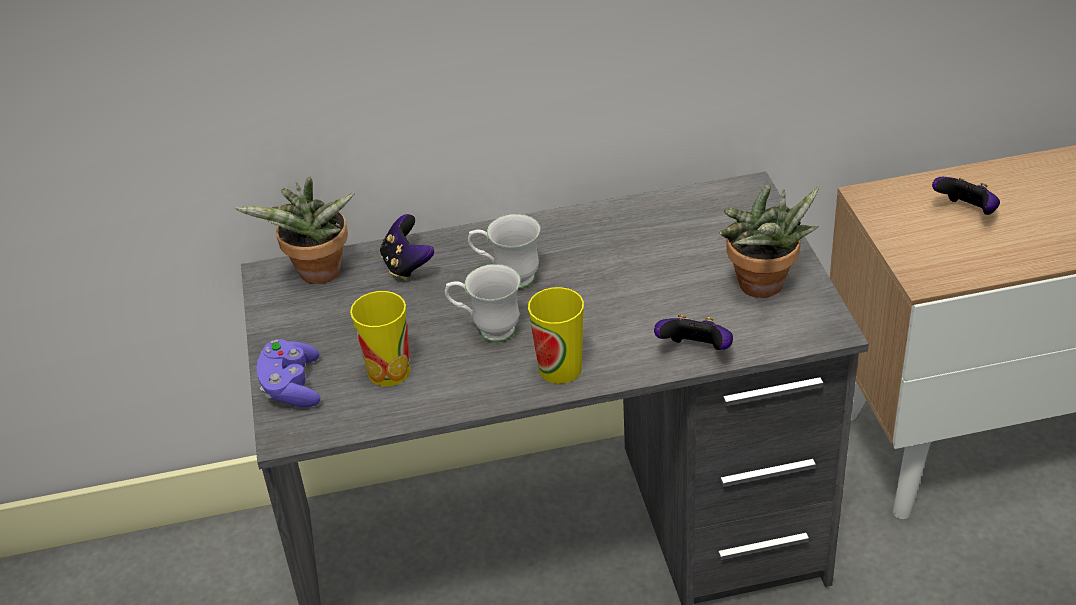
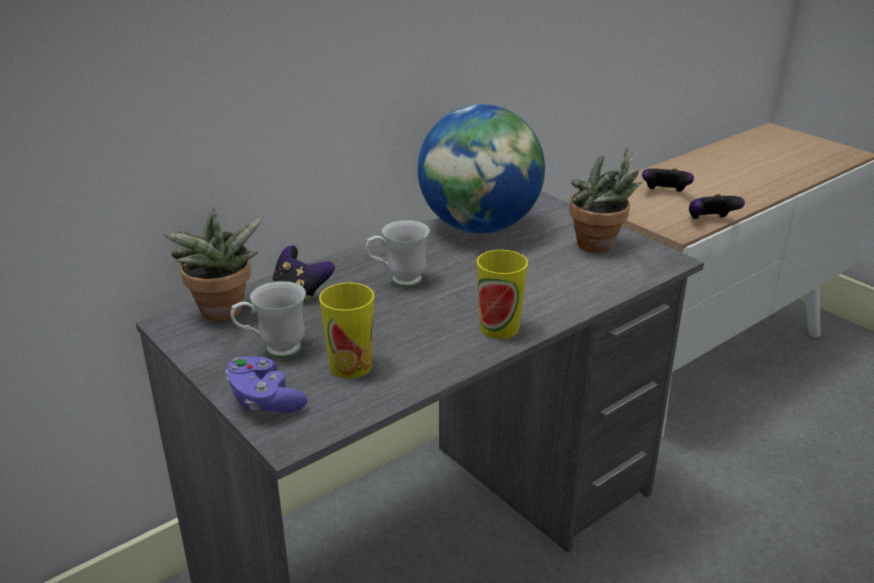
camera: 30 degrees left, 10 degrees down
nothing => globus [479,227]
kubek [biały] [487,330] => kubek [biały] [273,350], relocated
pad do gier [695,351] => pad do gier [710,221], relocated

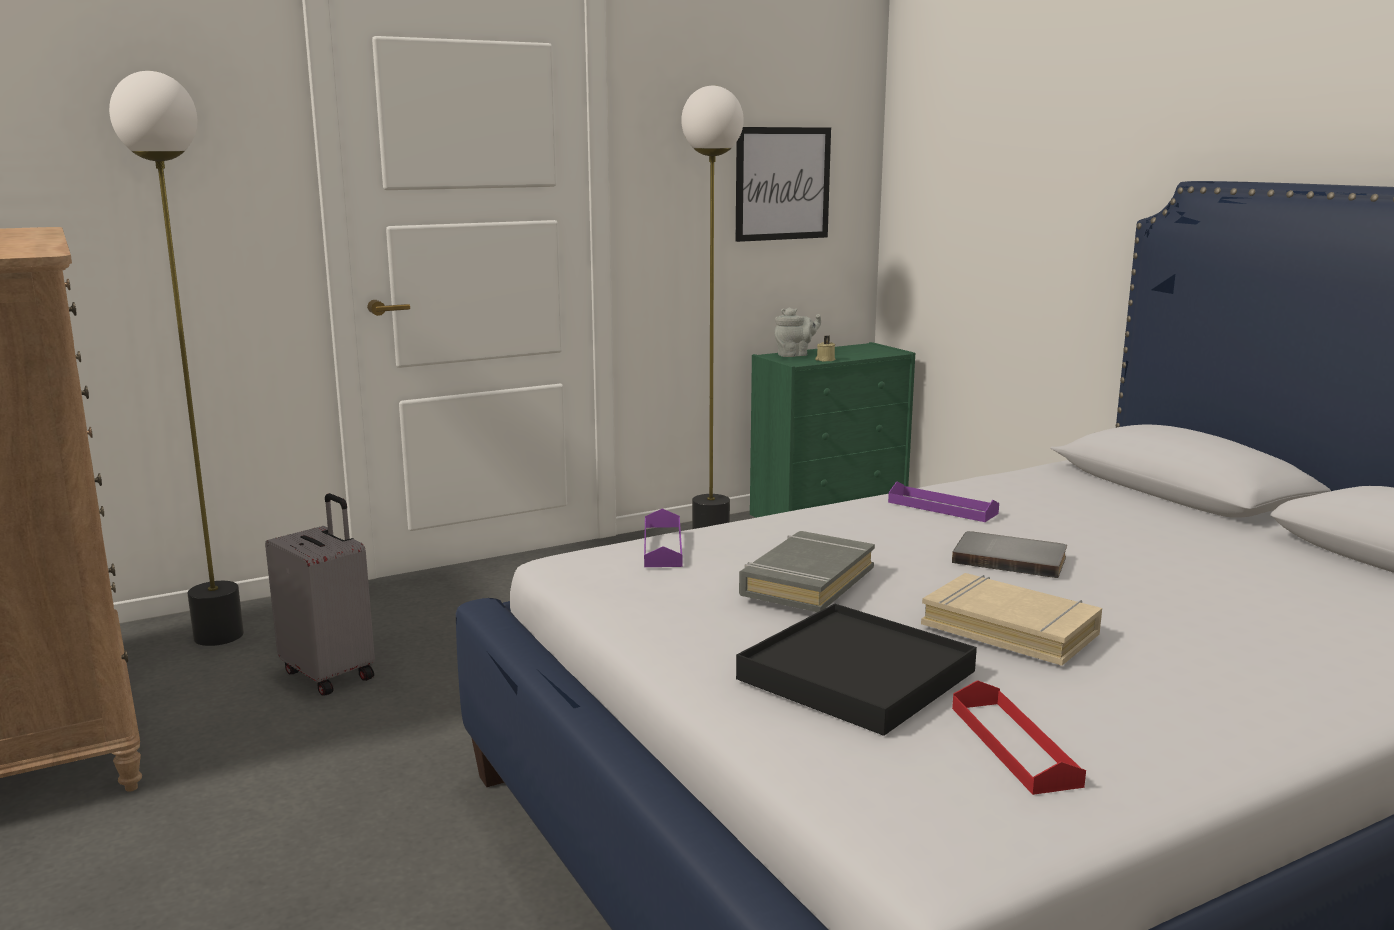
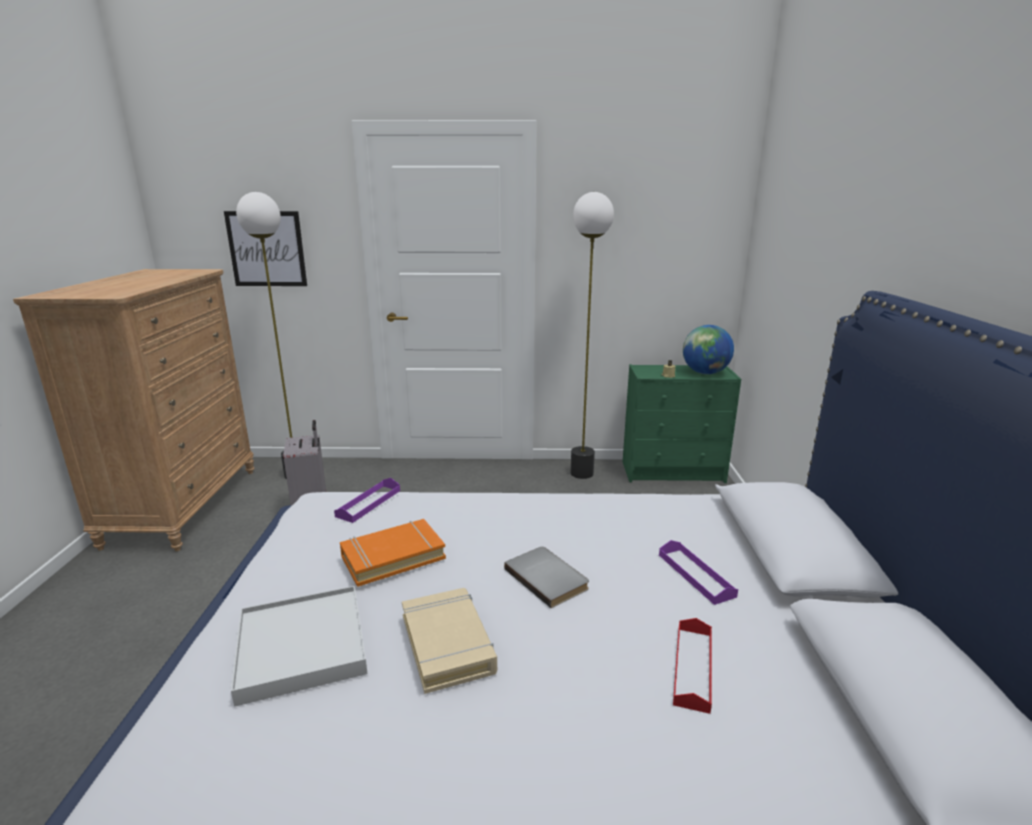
camera: 30 degrees right, 5 degrees up
imbryk [szary] [795,355] => nothing
nothing => globus [705,373]
obraz [782,184] => obraz [266,249], relocated
taca [fioletowy] [942,508] => taca [fioletowy] [695,575], relocated
taca [czerwony] [1014,745] => taca [czerwony] [693,667], relocated
taca [czarny] [857,675] => taca [biały] [302,647]
książka [szary] [807,581] => książka [pomarańczowy] [393,557]

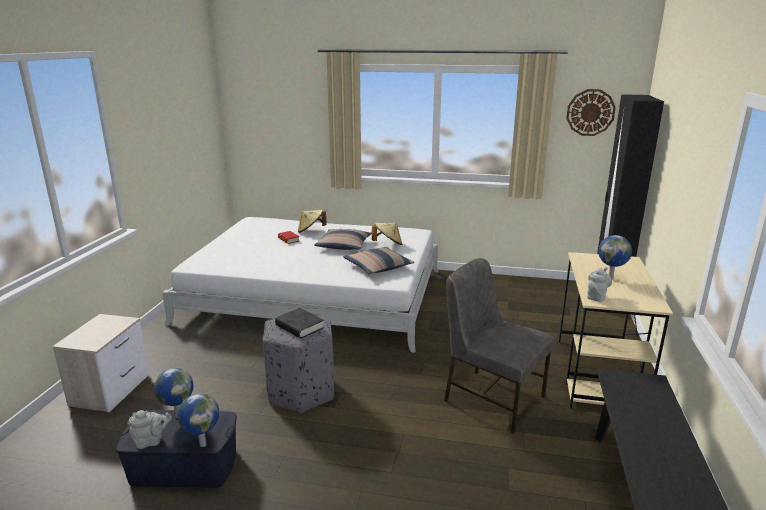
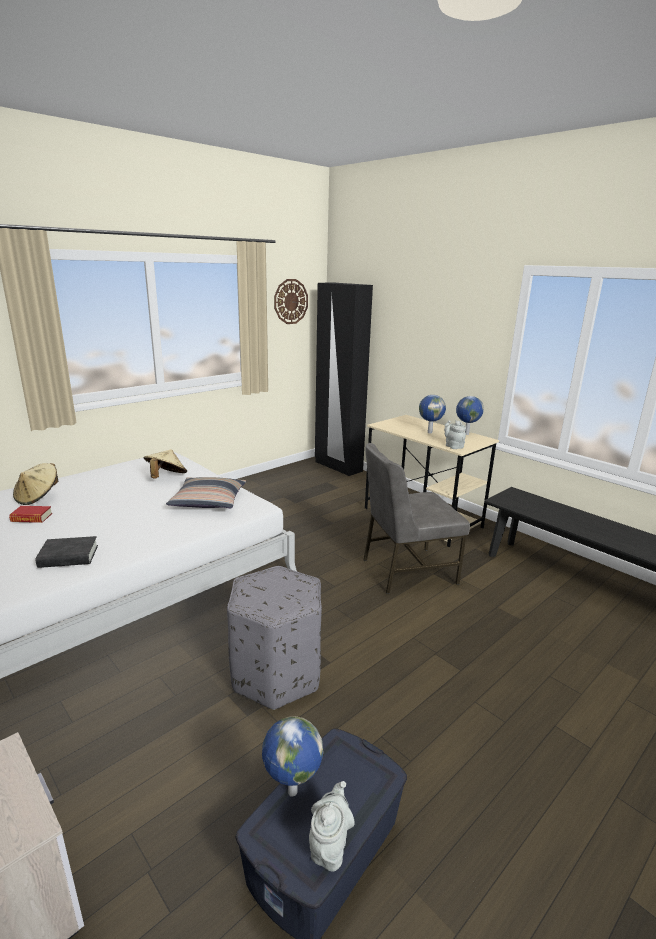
camera: 55 degrees left, 0 degrees up
poduszka [343,246] => nothing
globus [203,444] => globus [466,434], relocated
książka [czarny] [299,327] => książka [czarny] [68,557], relocated

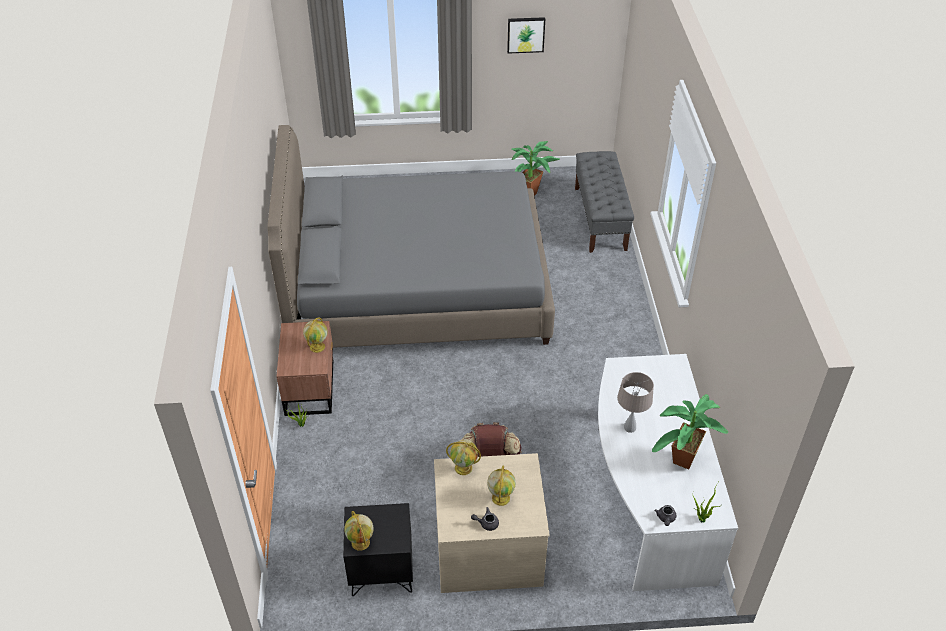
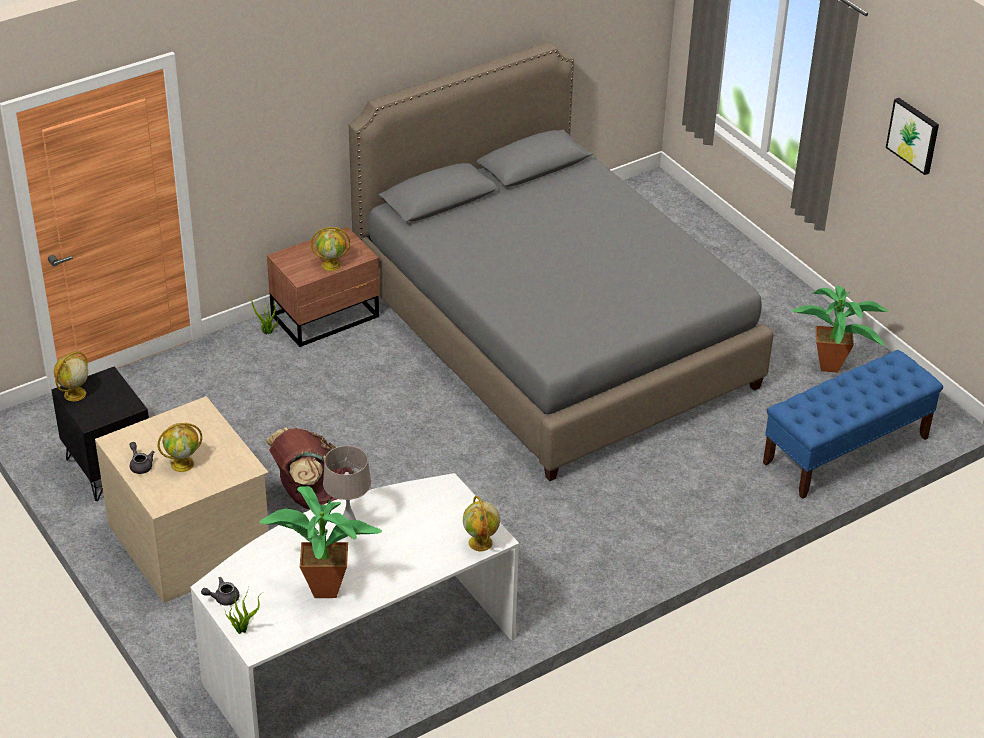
camera: 60 degrees right, 5 degrees down
globus [464,468] => globus [481,543], relocated
ławka [szary] [600,218] => ławka [niebieski] [845,451]

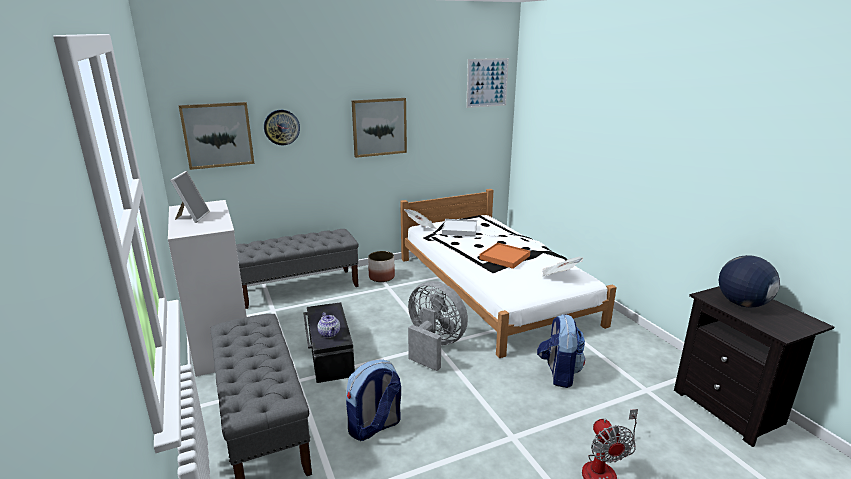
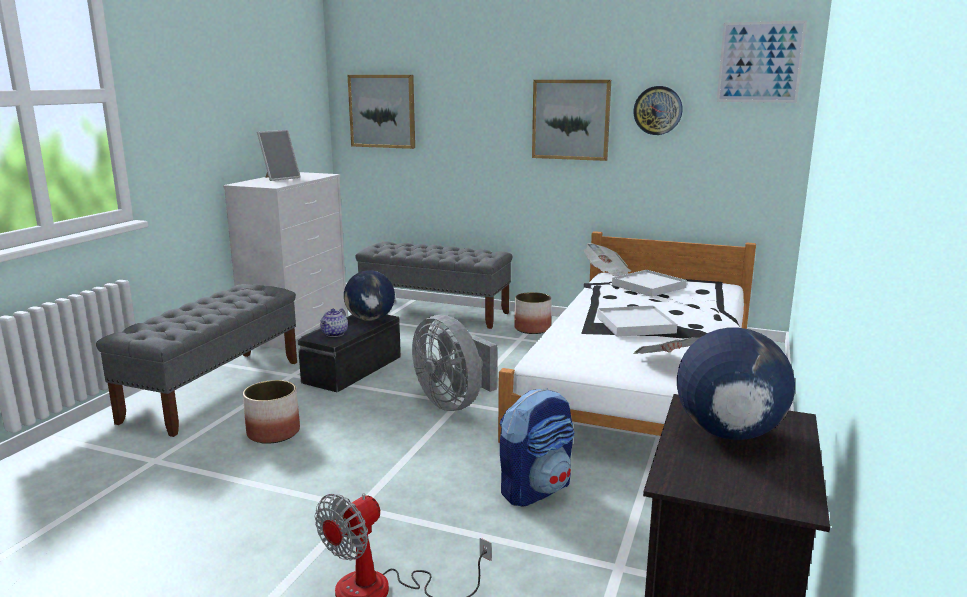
camera: 45 degrees right, 5 degrees down
nothing => globus [370,319]
zegar ścienny [281,127] => zegar ścienny [658,110], relocated
plecak [374,427] => donica [273,433]
taca [pomarańczowy] [504,257] => taca [biały] [635,324]
wentylator [szary] [434,346] => wentylator [szary] [454,402], 150 degrees clockwise

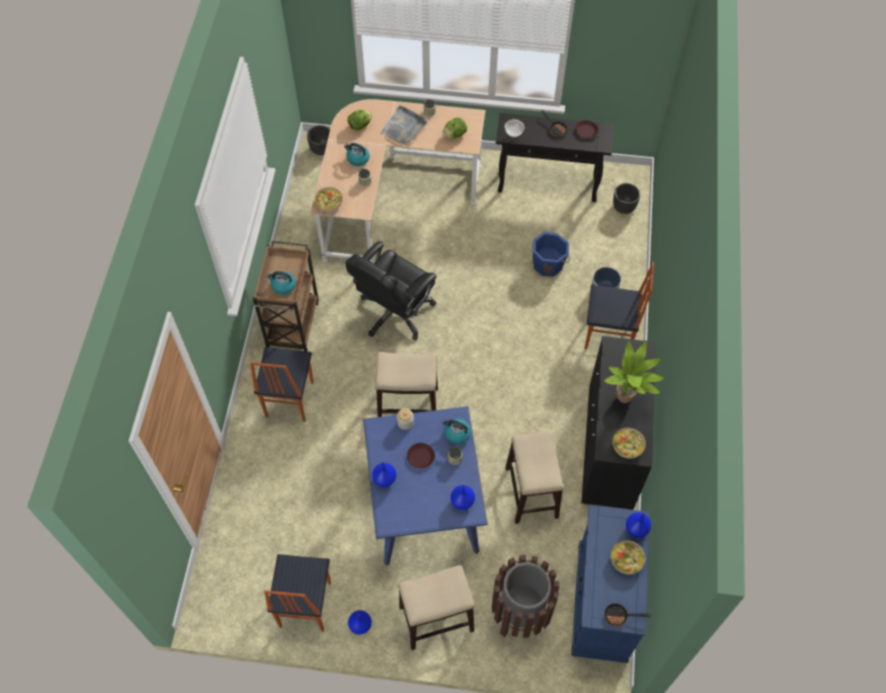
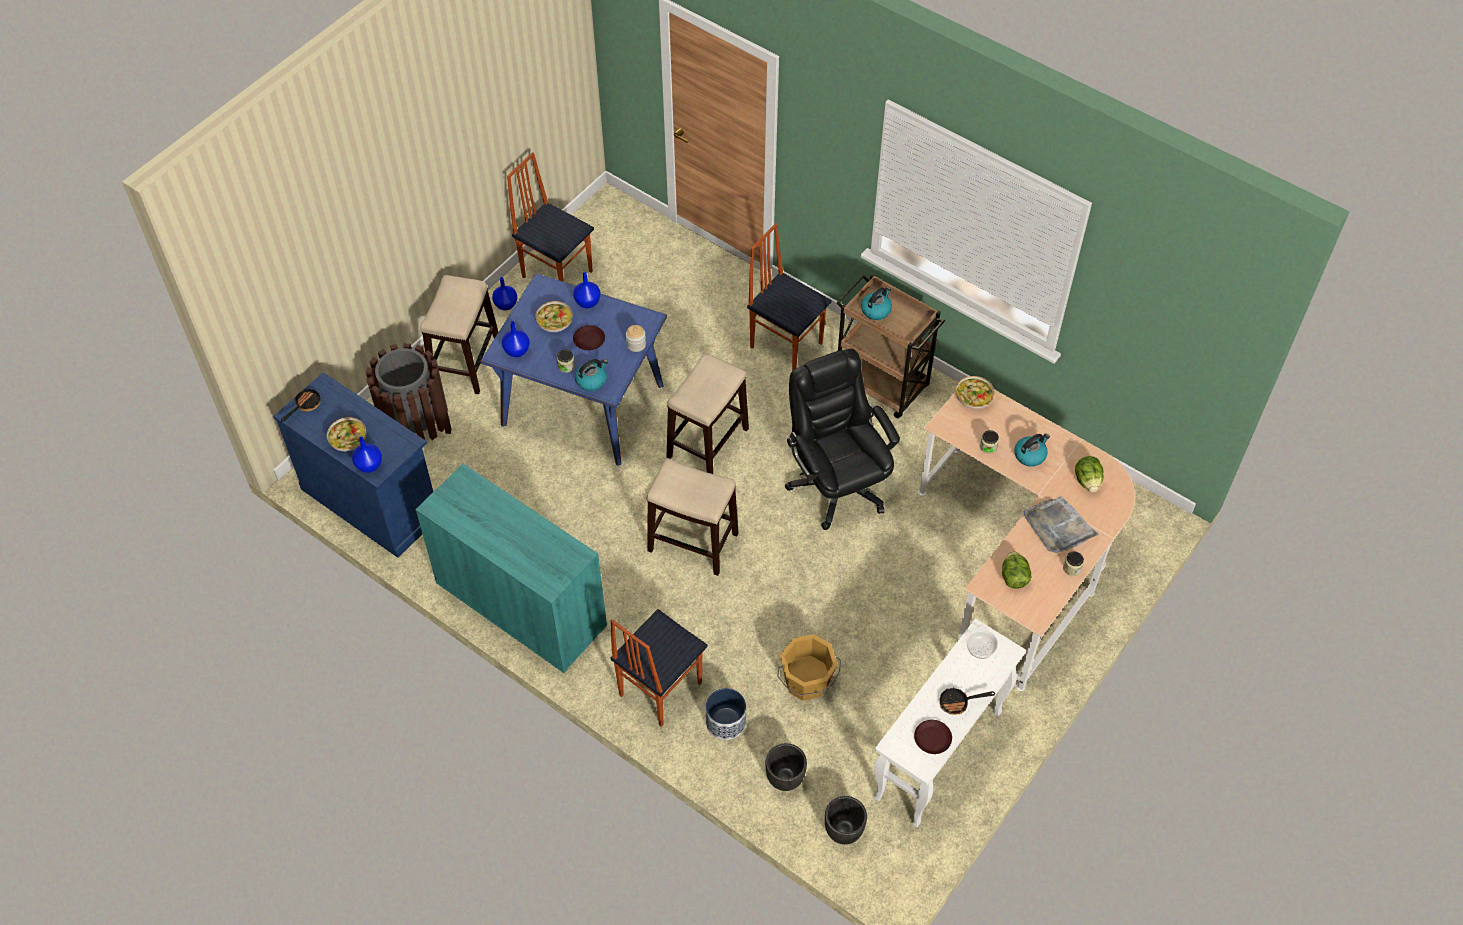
camera: 120 degrees right, 5 degrees down
roślina doniczkowa [626,398] => nothing
donica [czarny] [321,149] => donica [czarny] [785,778], relocated
stołek [531,493] => stołek [692,542], relocated
miska [627,446] => miska [555,322], relocated
stolik konsolowy [czarny] [548,185] => stolik konsolowy [biały] [938,756]
wiadro [niebieski] [548,264] => wiadro [pomarańczowy] [806,682]
szafka [czarny] [610,447] => szafka [turkusowy] [521,605]

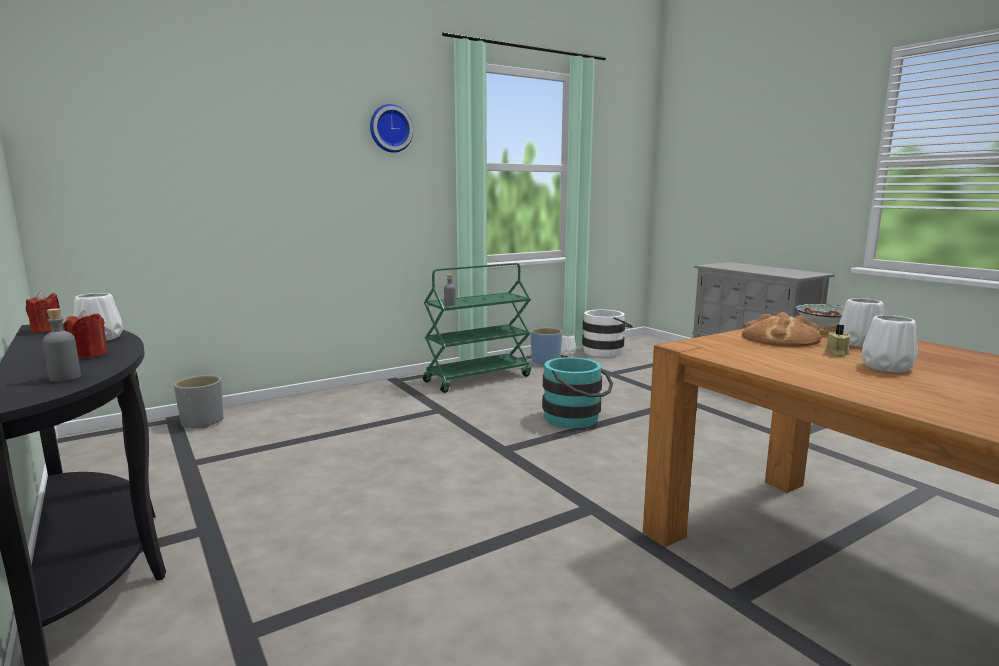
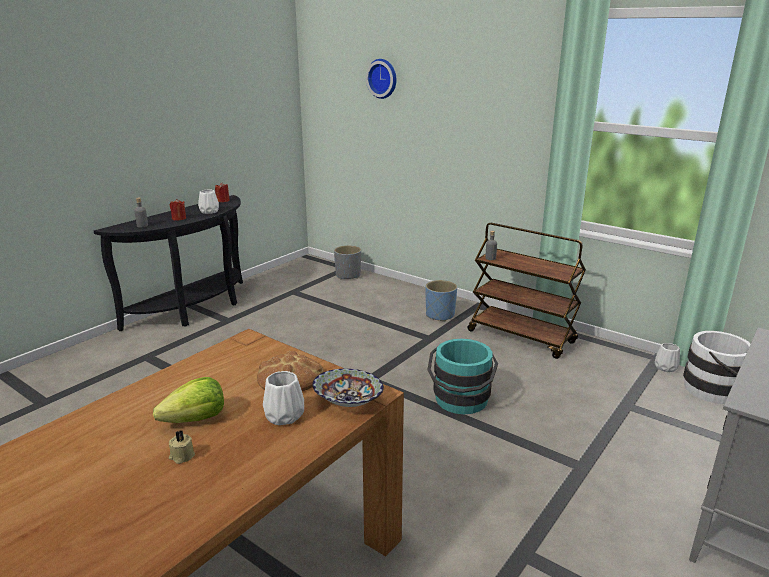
camera: 70 degrees right, 10 degrees up
zegar ścienny [390,128] => zegar ścienny [383,78], relocated
donica [niebieski] [546,362] => donica [niebieski] [440,315], relocated
świeca [beżowy] [836,353] => świeca [beżowy] [181,456], relocated
wazon [biały] [887,367] => sałata [196,419]
wózek [zielony] [478,378] => wózek [brązowy] [522,337]

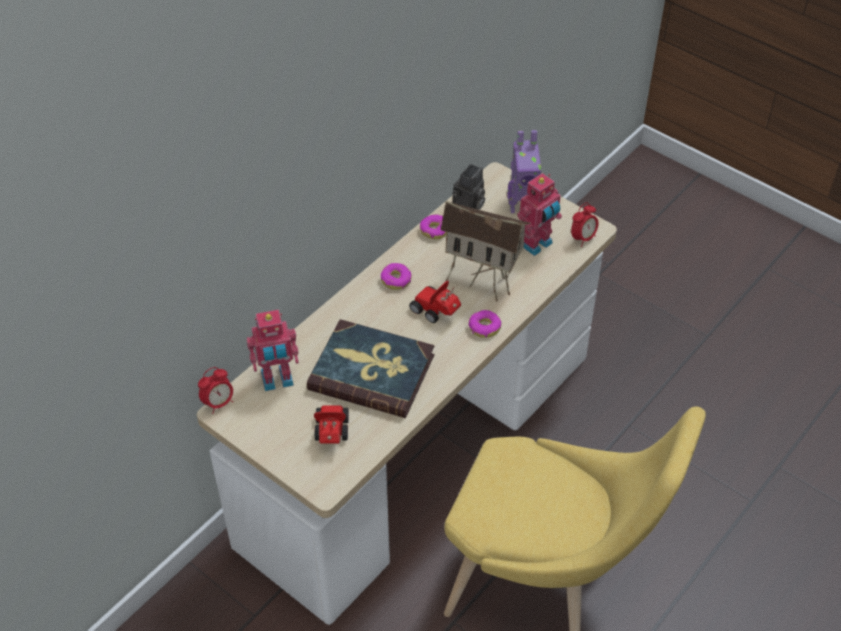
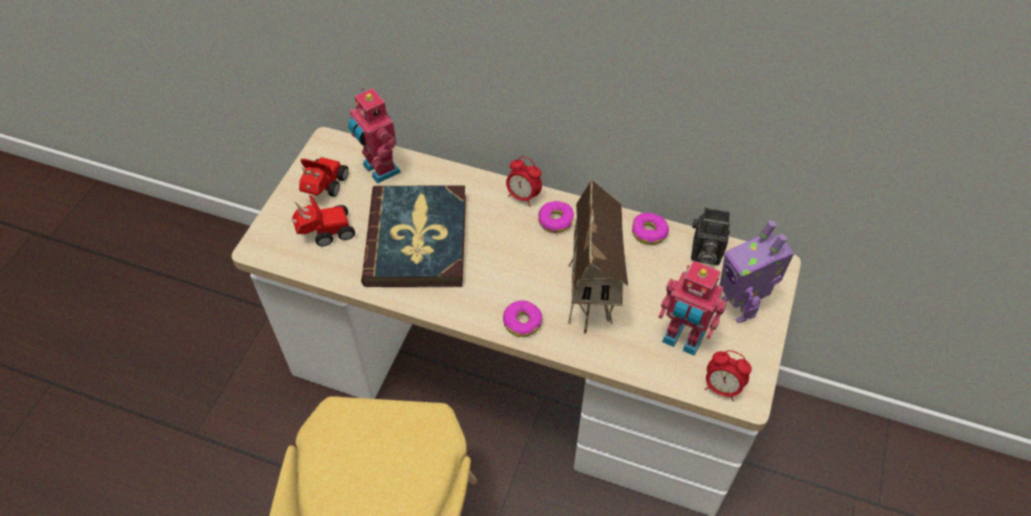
camera: 70 degrees right, 5 degrees up
budzik [219,403] => budzik [523,196], relocated
samochodzik [437,312] => samochodzik [323,188], relocated

